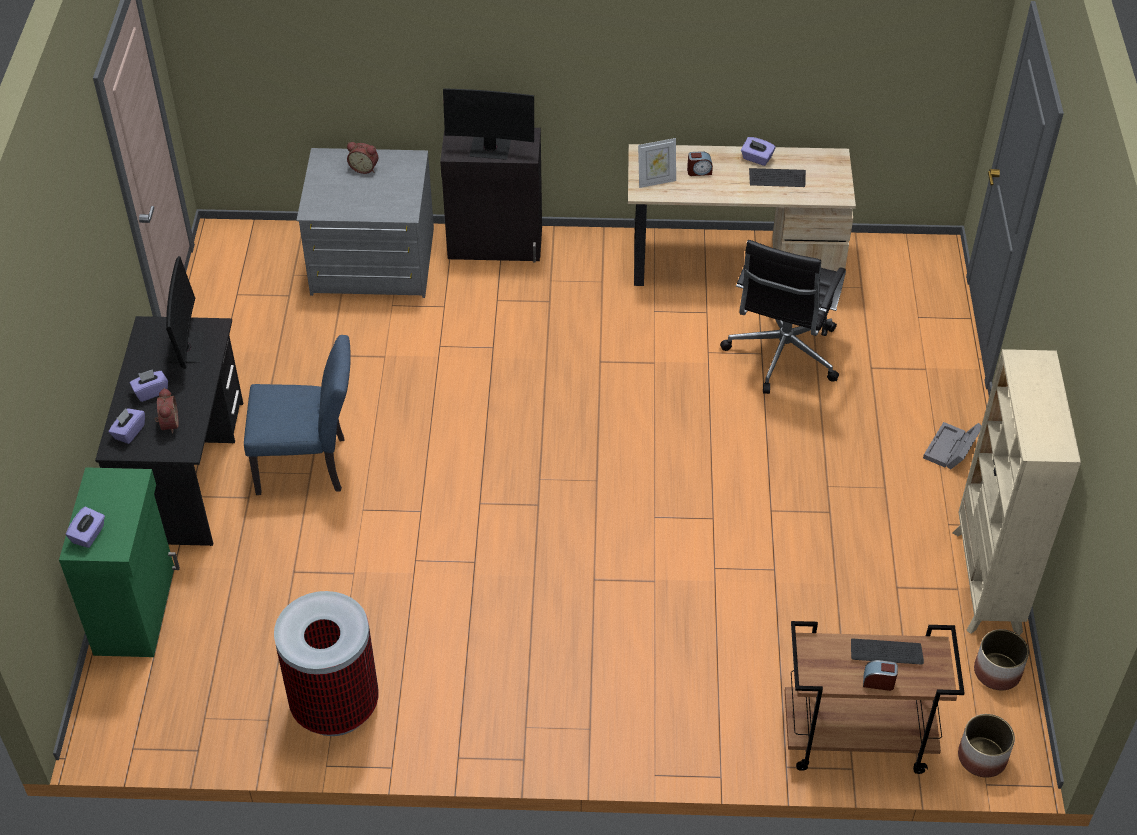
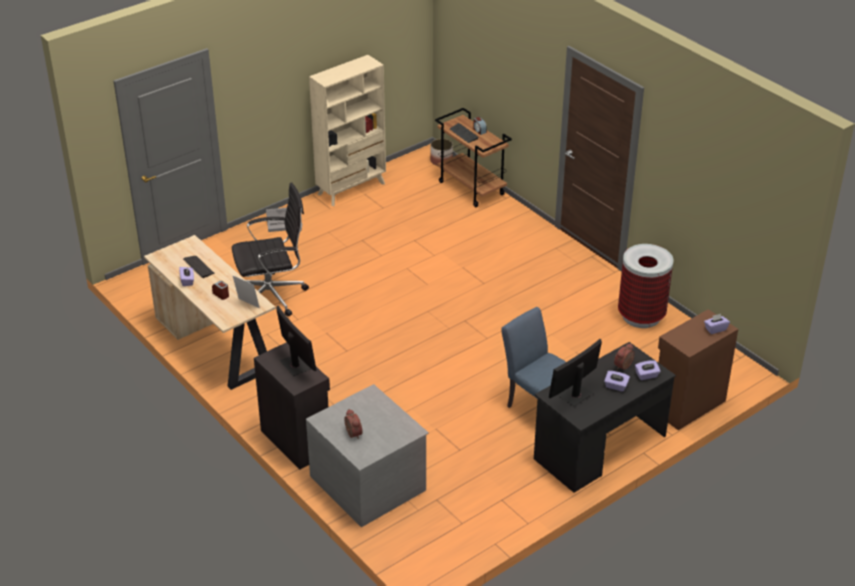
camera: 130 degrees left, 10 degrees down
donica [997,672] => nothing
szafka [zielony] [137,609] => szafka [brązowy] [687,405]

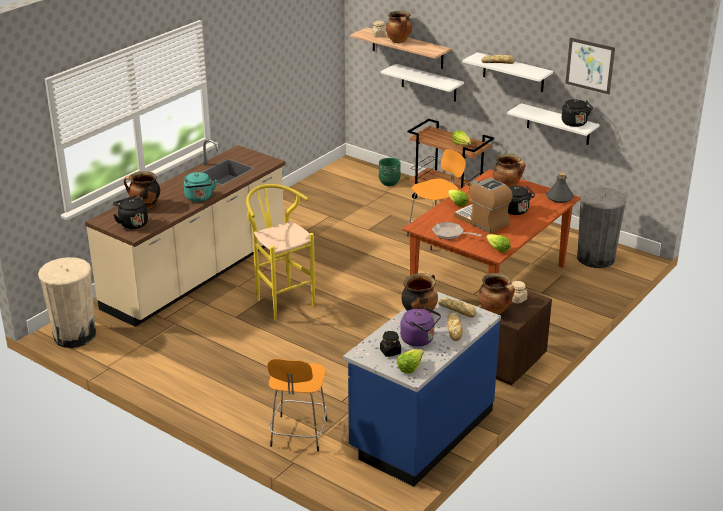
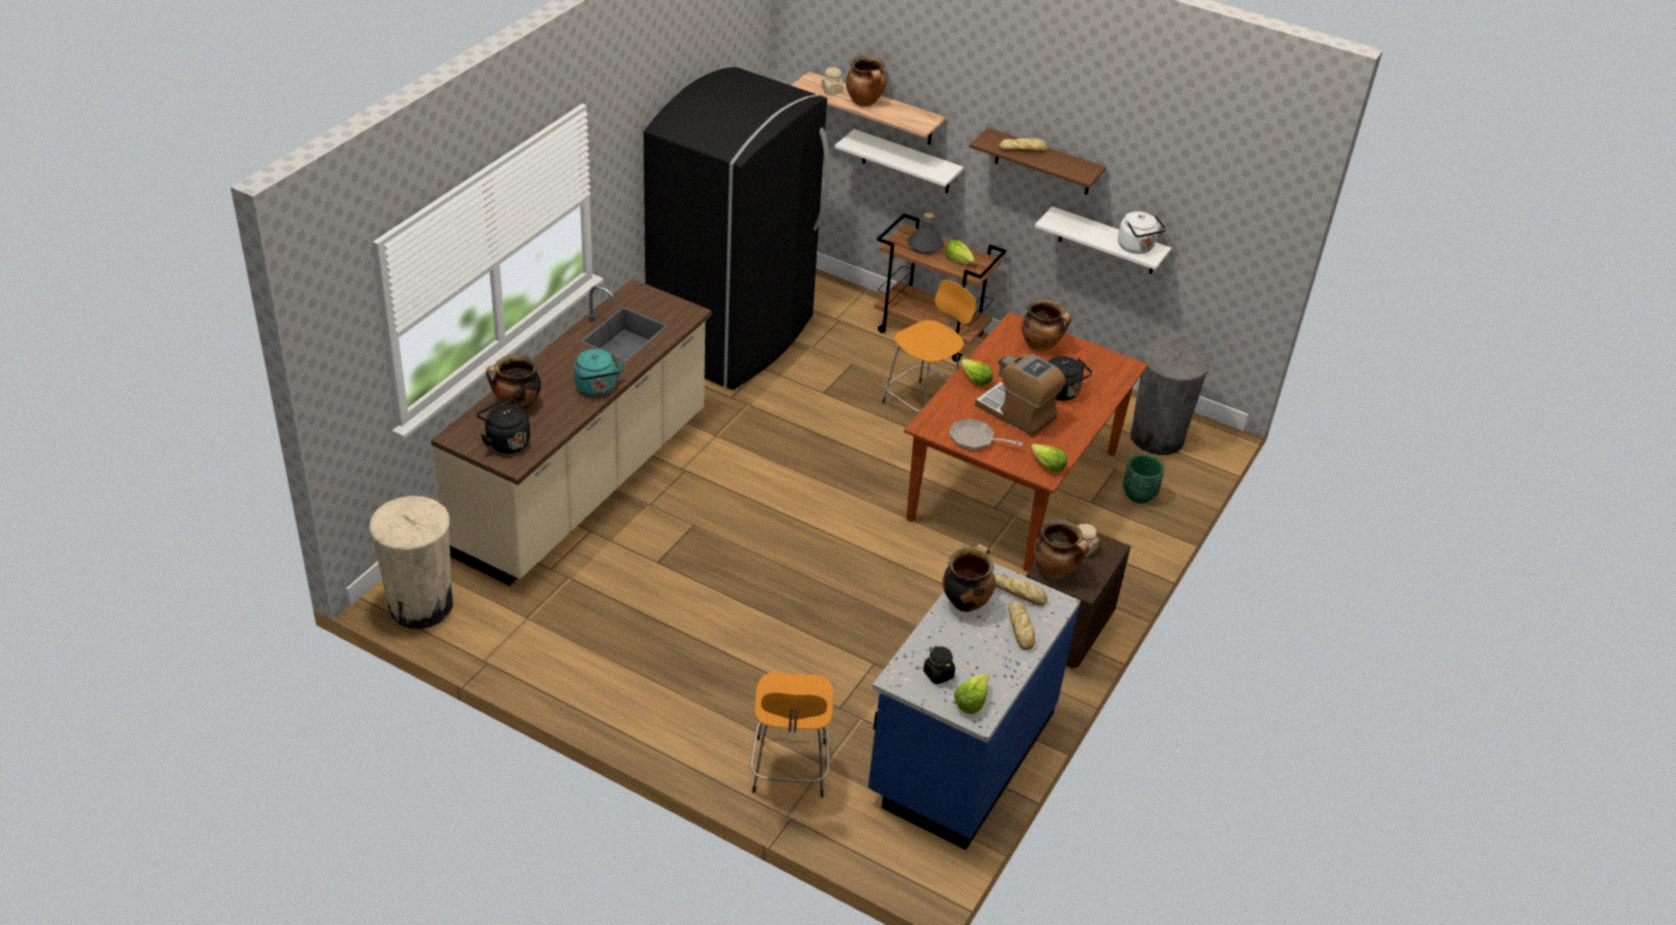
camera: 10 degrees left, 10 degrees up
stołek [żółty] [281,301] => nothing
czajnik [fioletowy] [419,340] => nothing
obraz [590,65] => nothing
nothing => lodówka [czarny] [733,337]
donica [zielony] [389,182] => donica [zielony] [1139,495], relocated
butelka [szary] [559,197] => butelka [szary] [925,246], relocated
półka [biały] [513,72] => półka [brązowy] [1043,162]
czajnik [czarny] [575,124] => czajnik [biały] [1137,248]

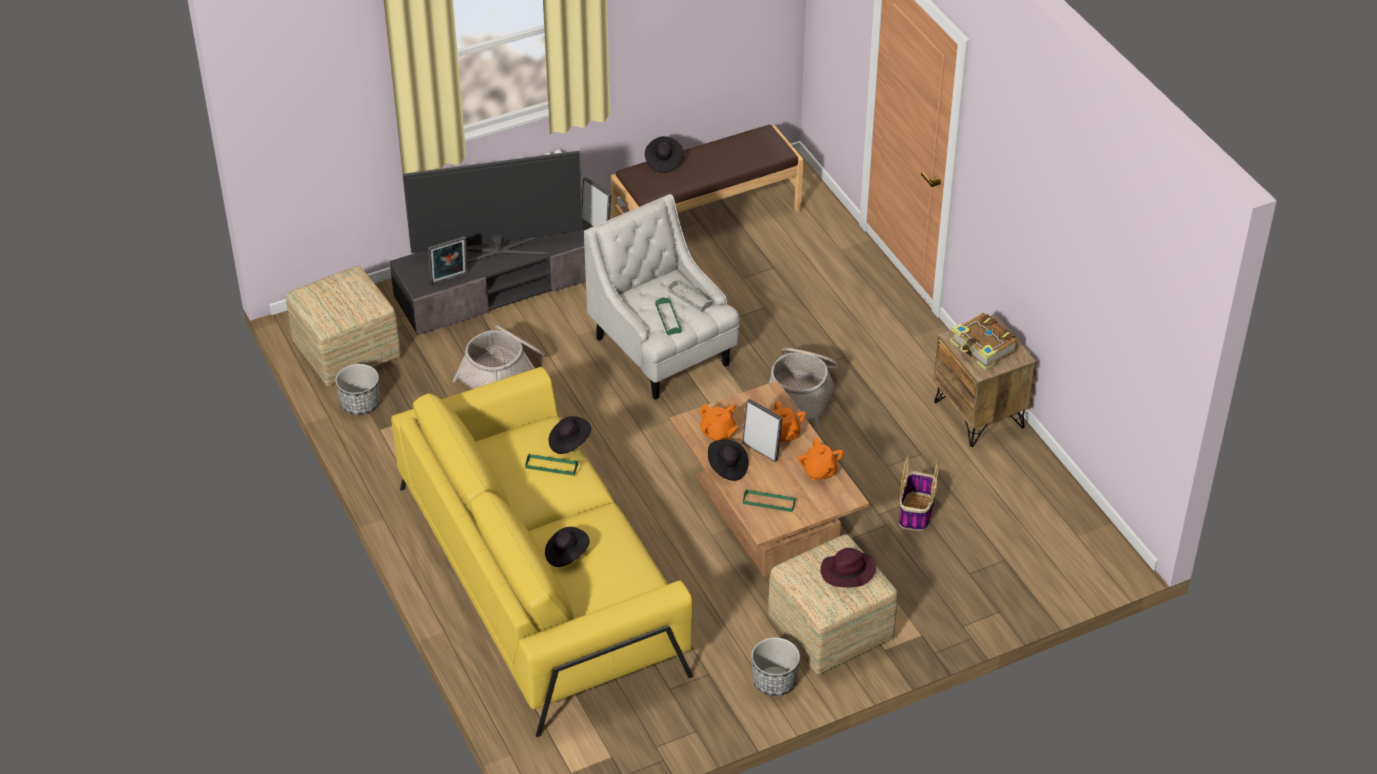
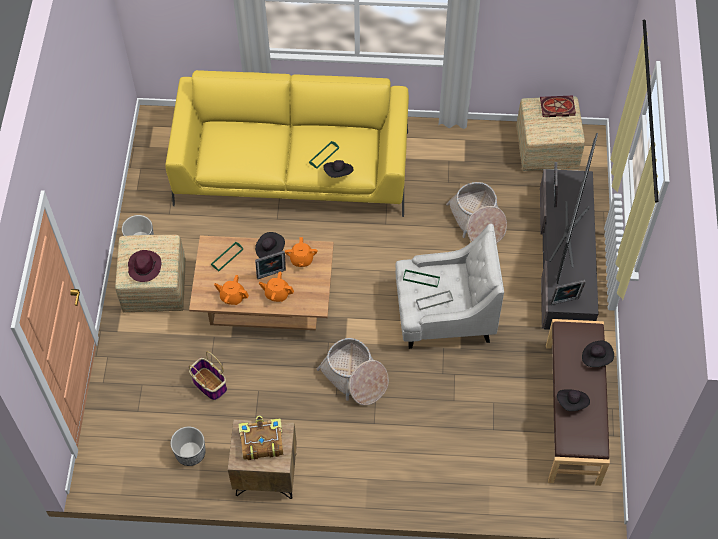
camera: 120 degrees right, 15 degrees up
nothing => książka [556,108]
donica [360,404] => donica [191,453], relocated
kapelusz [czarny] [566,554] => kapelusz [czarny] [572,403], relocated
imbryk [pomarańczowy] [718,433] => imbryk [pomarańczowy] [301,259], 75 degrees counterclockwise

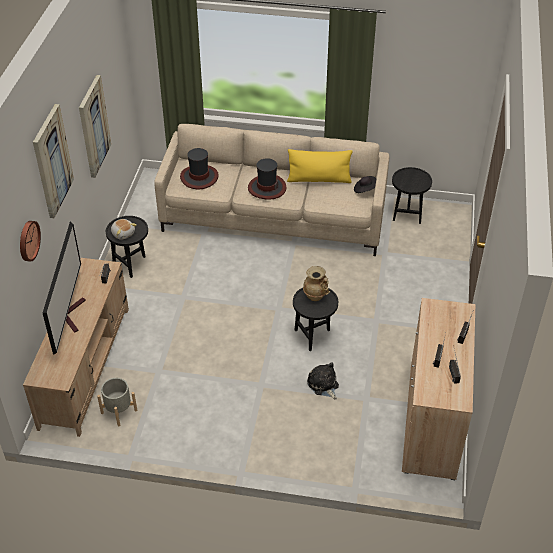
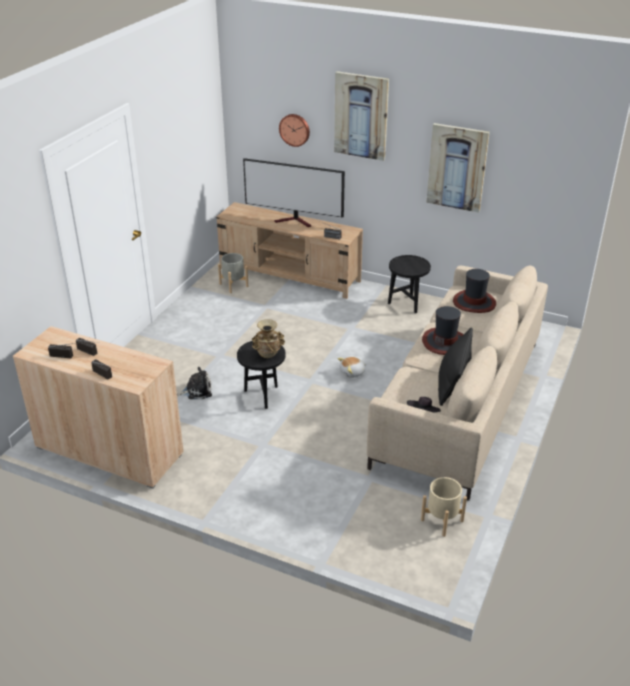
camera: 105 degrees right, 10 degrees down
pluszak [123,233] => pluszak [352,373], relocated
stolik [czarny] [407,214] => donica [beżowy] [442,520]
poduszka [żółty] [319,179] => poduszka [czarny] [453,382]

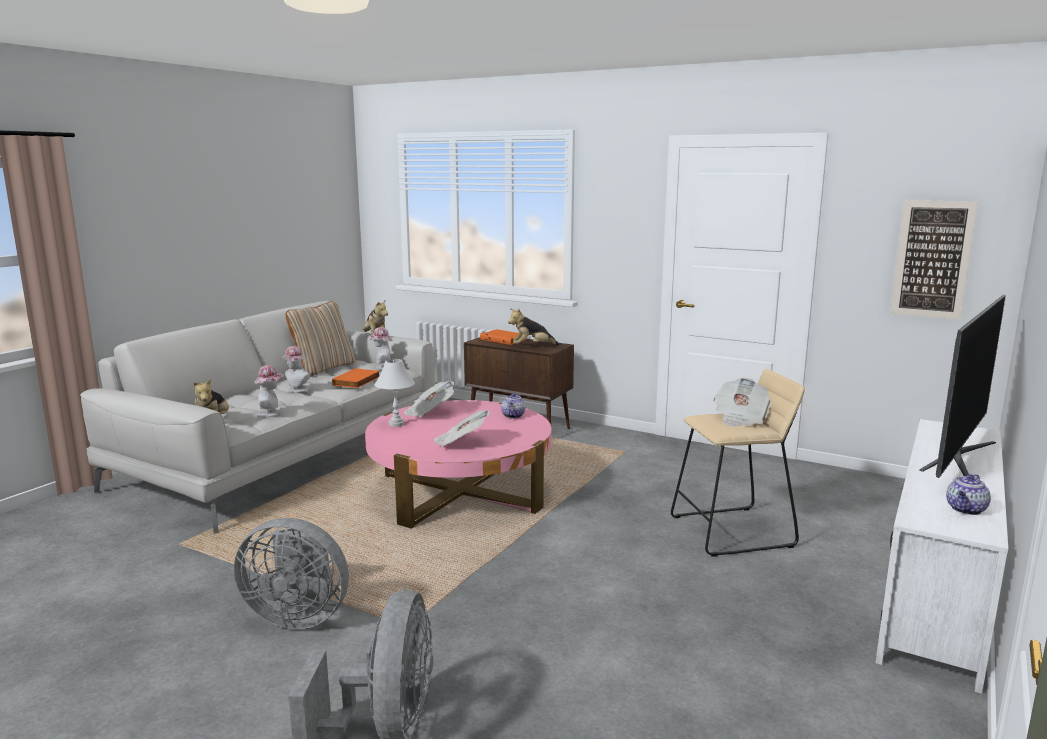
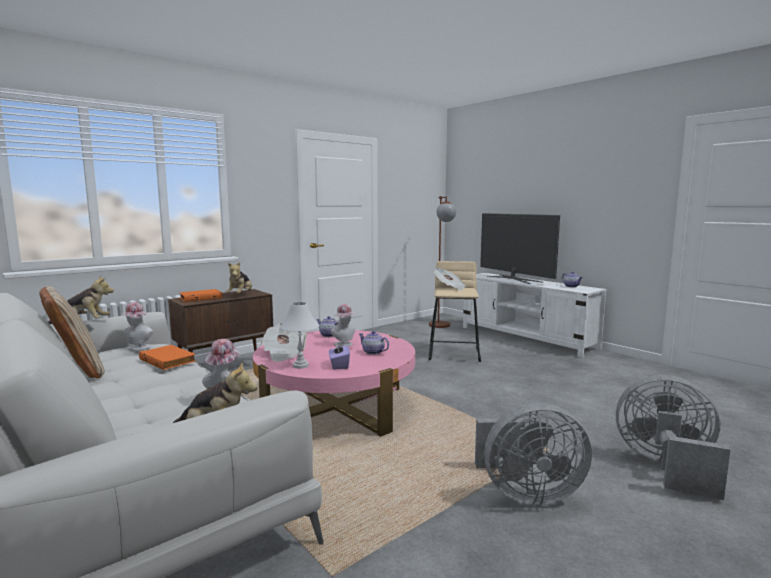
camera: 70 degrees left, 5 degrees down
obraz [932,259] => nothing
nothing => pudełko chusteczek [fioletowy] [339,365]
nothing => lampa stojąca [brązowy] [441,327]
kapelusz [296,390] => kapelusz [344,344], relocated
gazeta [461,442] => imbryk [373,352]
wentylator [szary] [298,616] => wentylator [szary] [526,493], 60 degrees clockwise

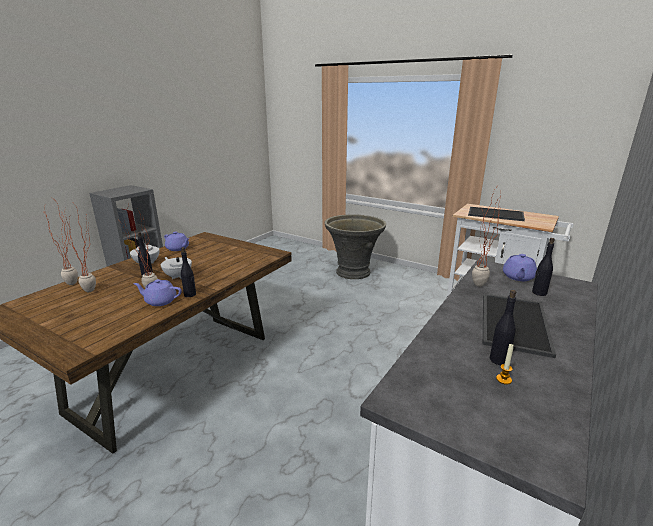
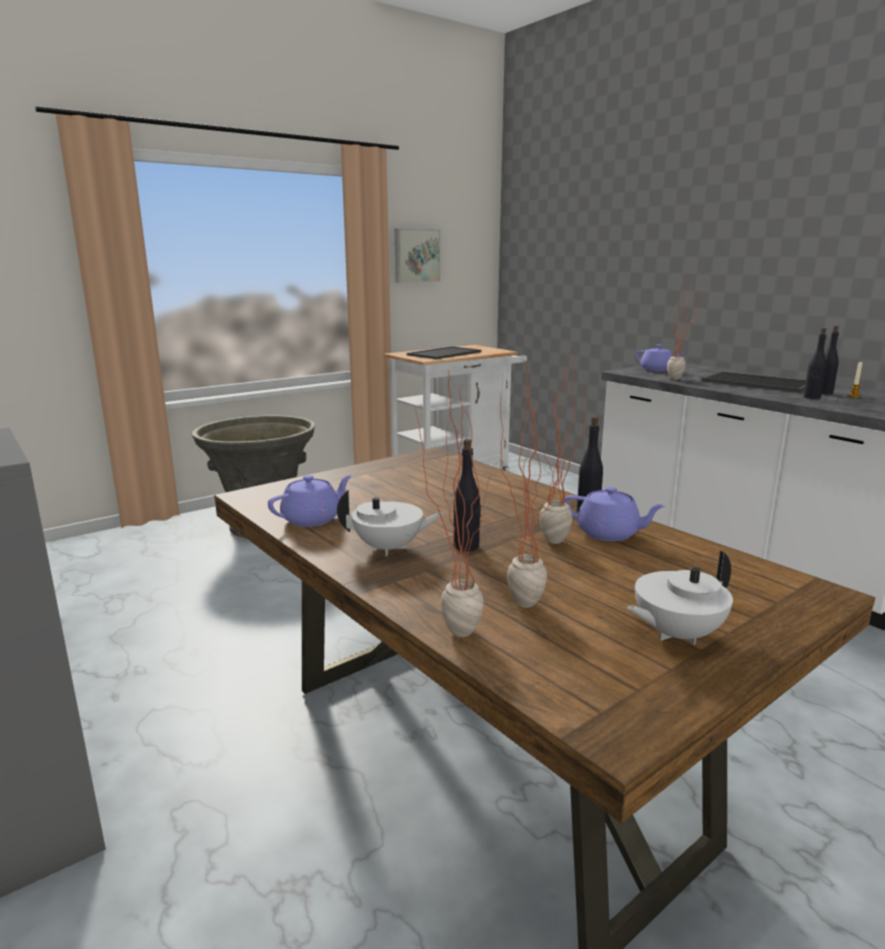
camera: 70 degrees left, 5 degrees down
nothing => obraz [416,255]
imbryk [biały] [178,276] => imbryk [biały] [675,634], relocated
butelka [czarny] [539,293] => butelka [czarny] [811,397], relocated
imbryk [fioletowy] [160,301] => imbryk [fioletowy] [609,533], 90 degrees counterclockwise

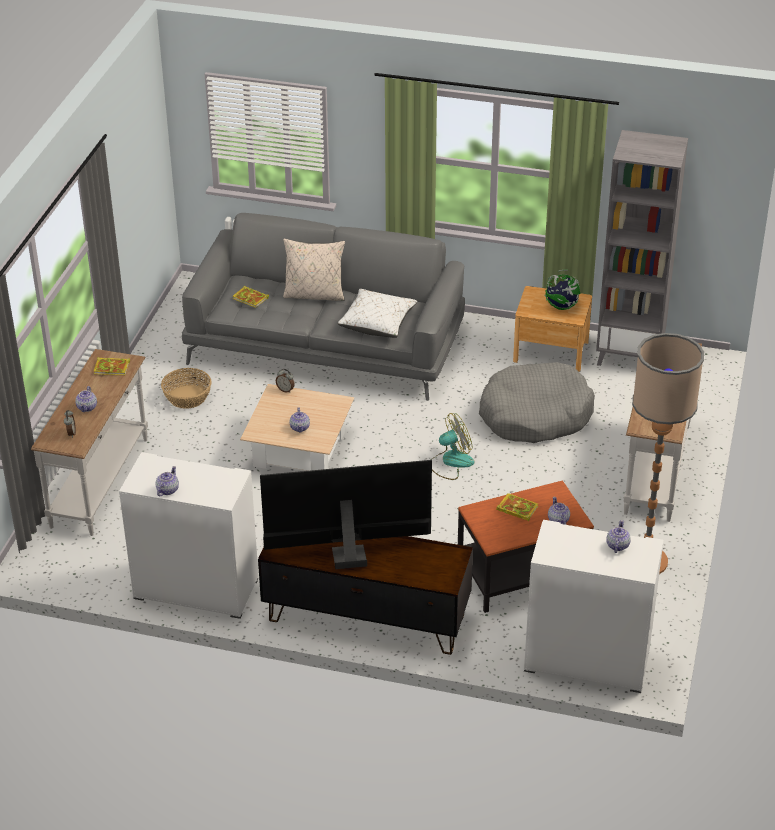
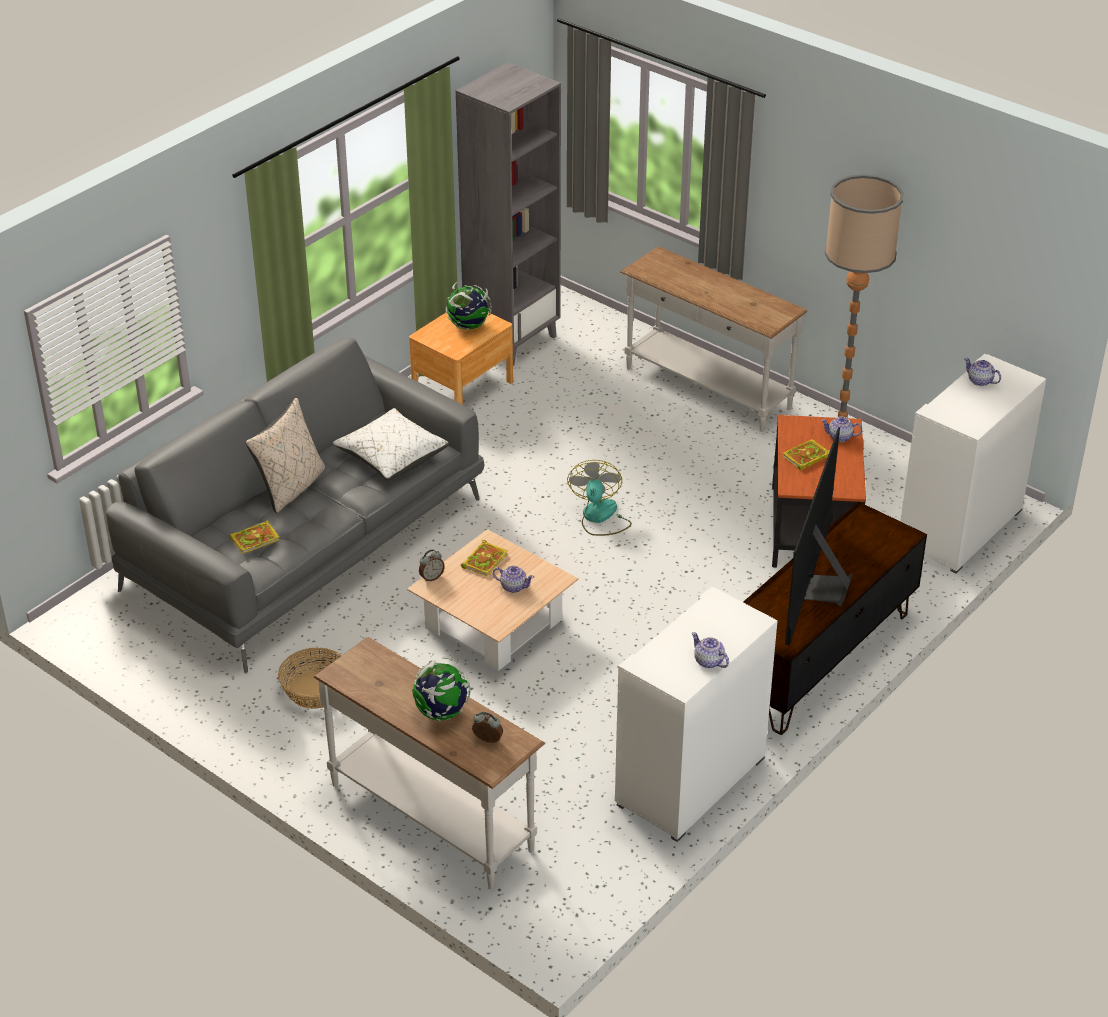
camera: 65 degrees left, 0 degrees up
legowisko [szary] [535,415] => nothing
książka [112,368] => książka [485,560], relocated
imbryk [87,407] => globus [441,713]

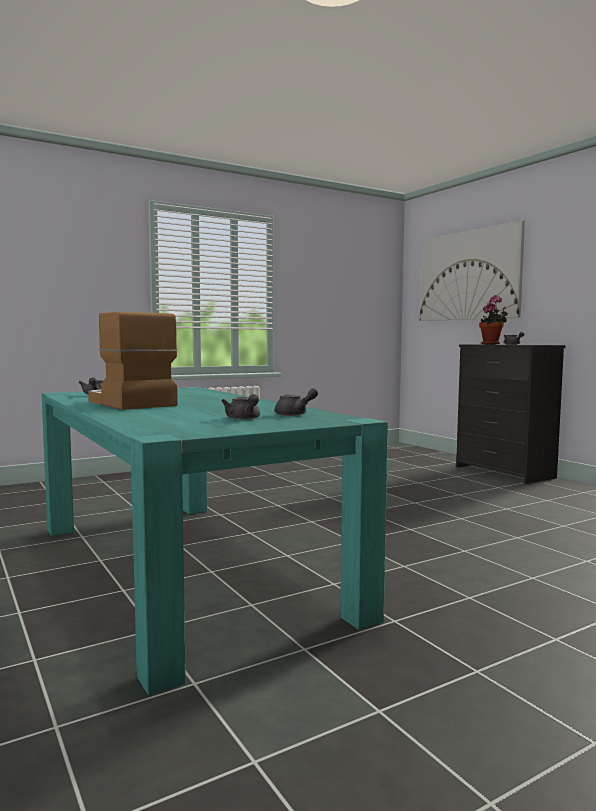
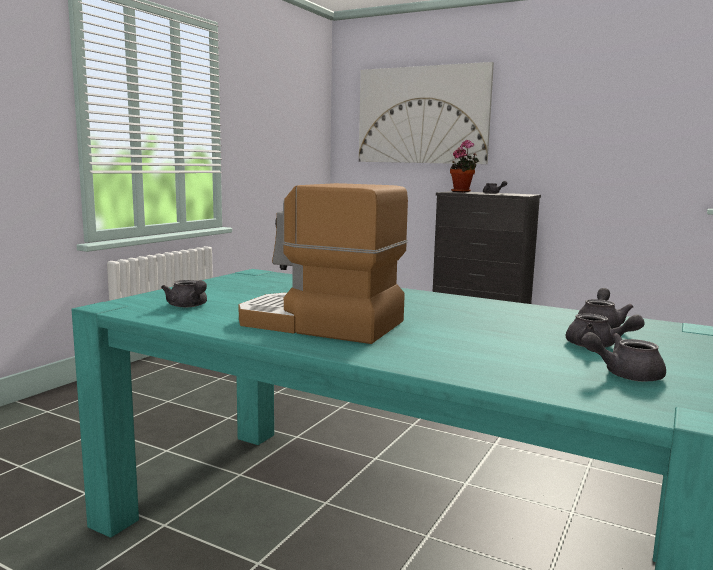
camera: 30 degrees left, 5 degrees up
nothing => imbryk [szary] [624,374]

